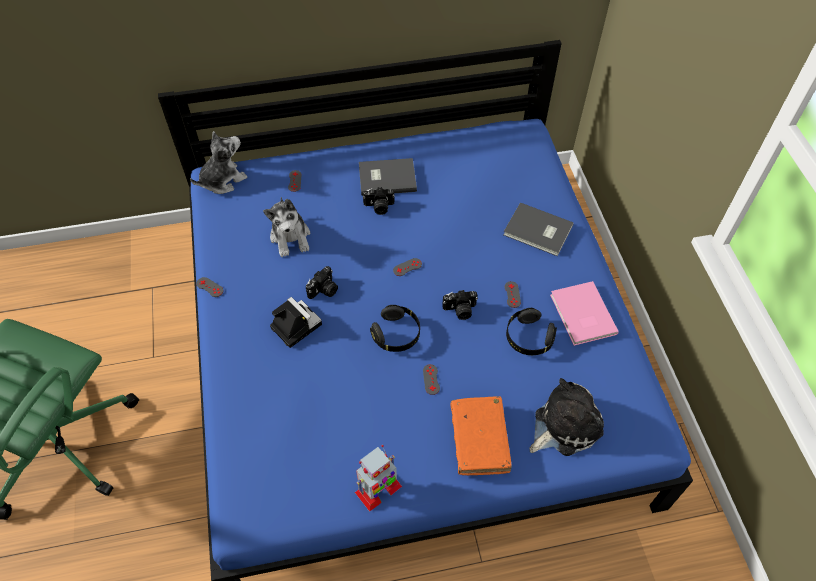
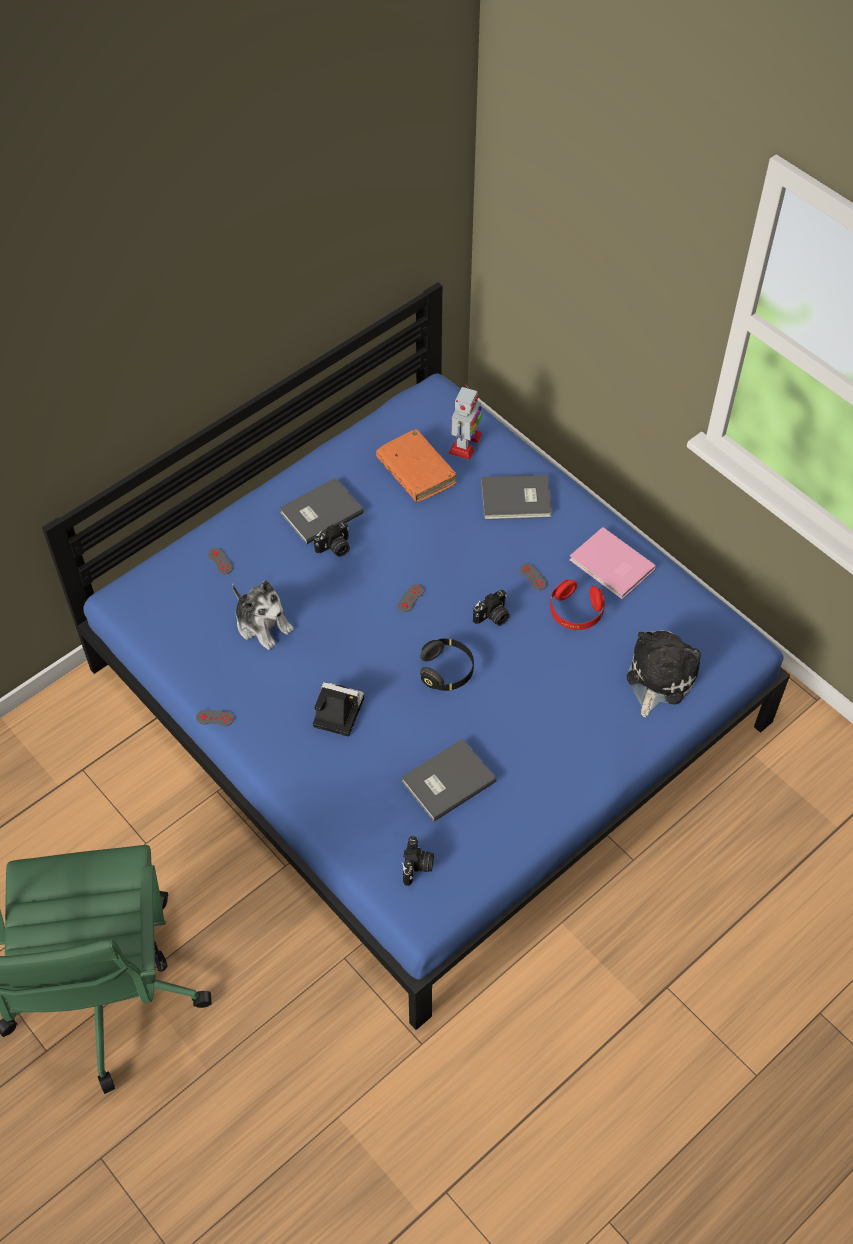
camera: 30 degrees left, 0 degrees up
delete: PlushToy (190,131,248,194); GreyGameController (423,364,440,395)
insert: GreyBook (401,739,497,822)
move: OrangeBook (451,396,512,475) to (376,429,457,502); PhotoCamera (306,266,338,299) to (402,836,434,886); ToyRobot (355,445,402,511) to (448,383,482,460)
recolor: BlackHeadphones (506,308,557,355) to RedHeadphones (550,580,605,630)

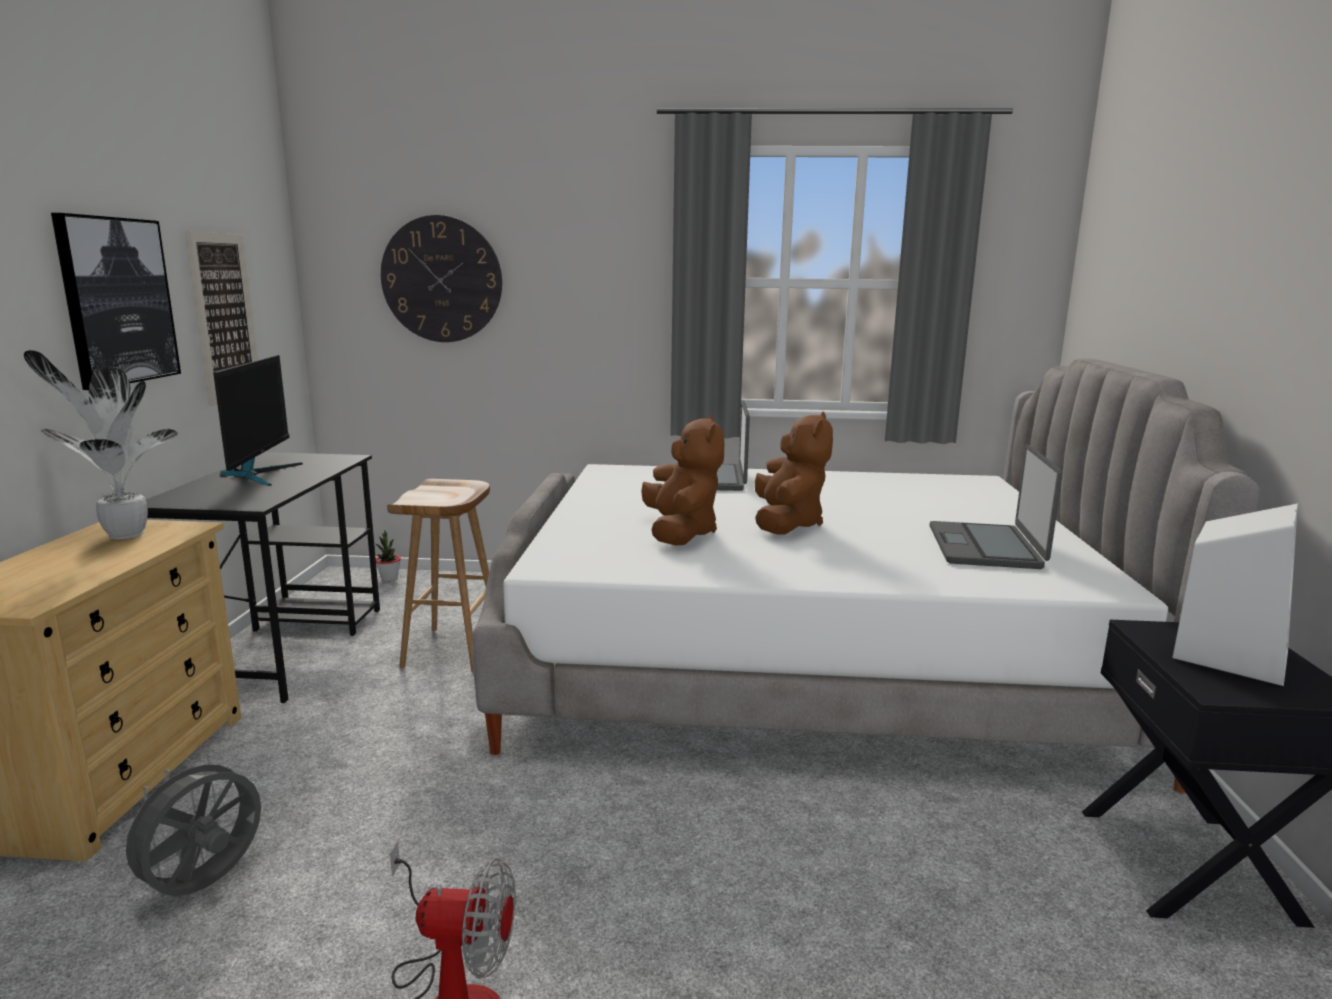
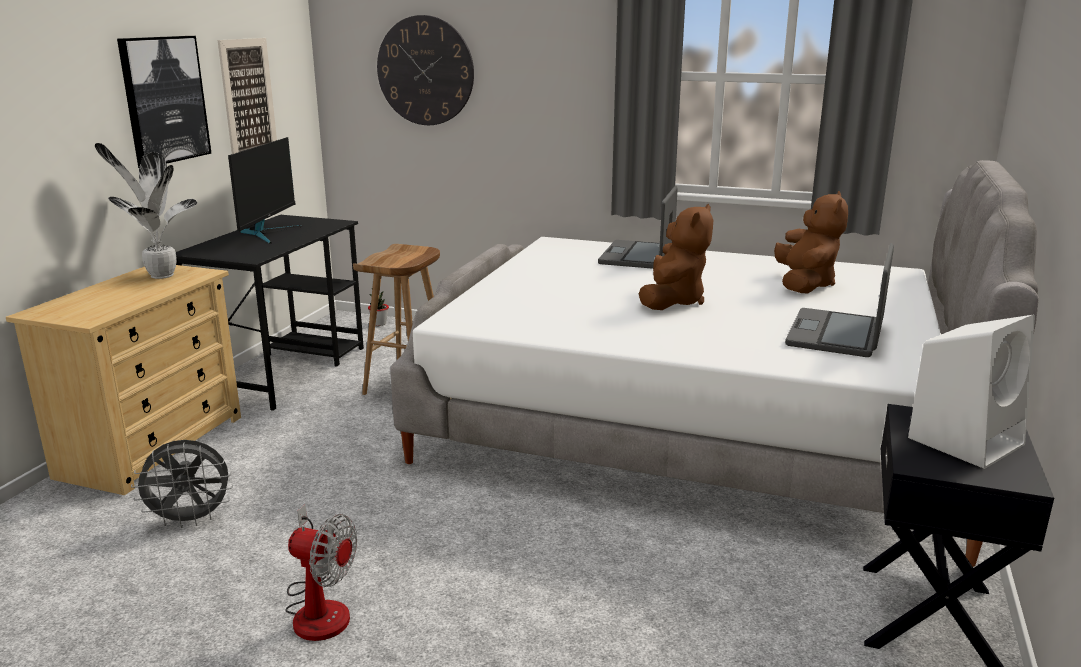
camera: 15 degrees right, 5 degrees up
move: BrownPlushToy (641,415,724,546) to (774,191,848,293)
rotate: GreyFan (113,755,261,896) = (131,440,233,528) 150 degrees counterclockwise

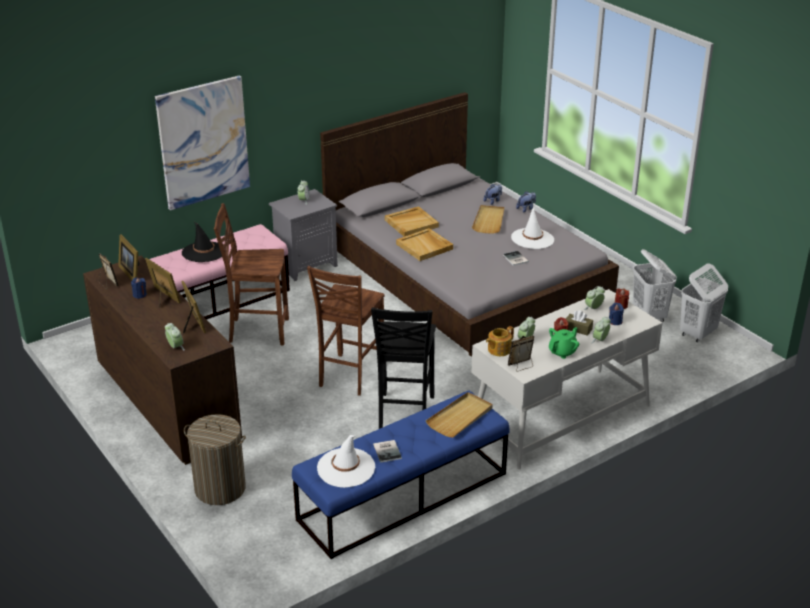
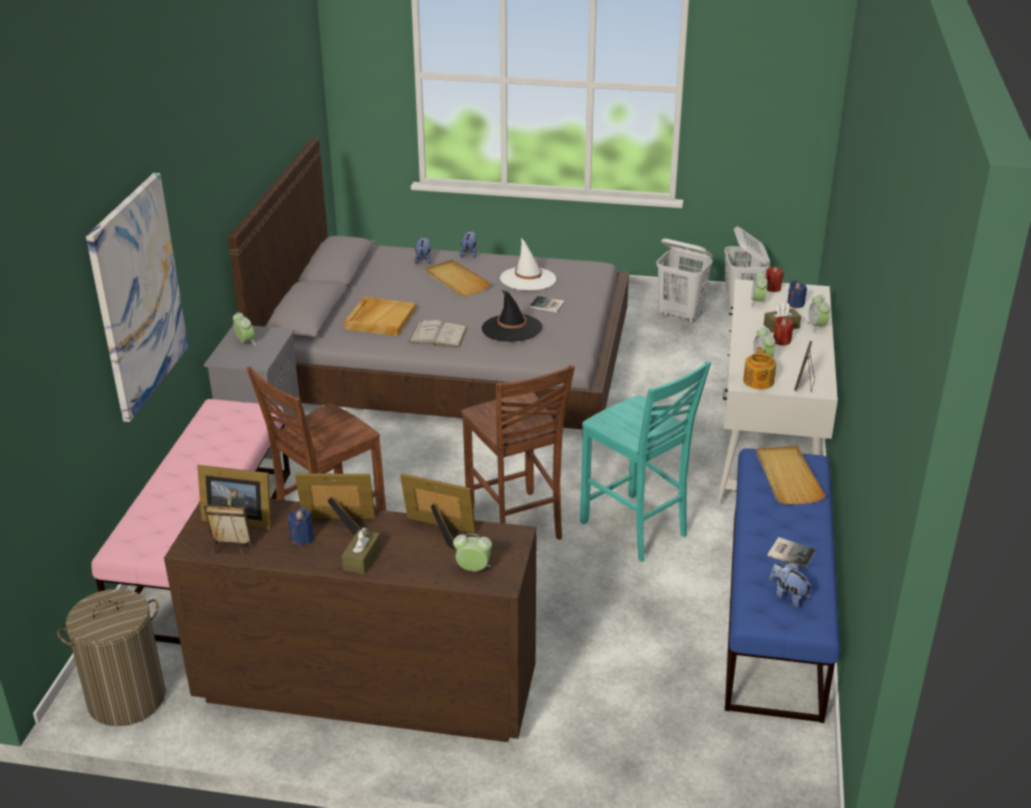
camera: 45 degrees left, 0 degrees up
delete: GreenTeapot (549,327,579,359)
insert: BrownTissueBox (342,527,381,574)
move: LaundryBasket (184,414,246,505) to (57,589,166,726); BlackHat (182,222,225,262) to (482,290,542,342)
replace: BeigeTray (396,228,453,261) to WhiteBook (408,320,468,348); WhiteHat (317,435,375,488) to PlushToy (770,563,812,608)
recolor: BlackChair (371,307,436,429) to TurquoiseChair (580,360,711,562)

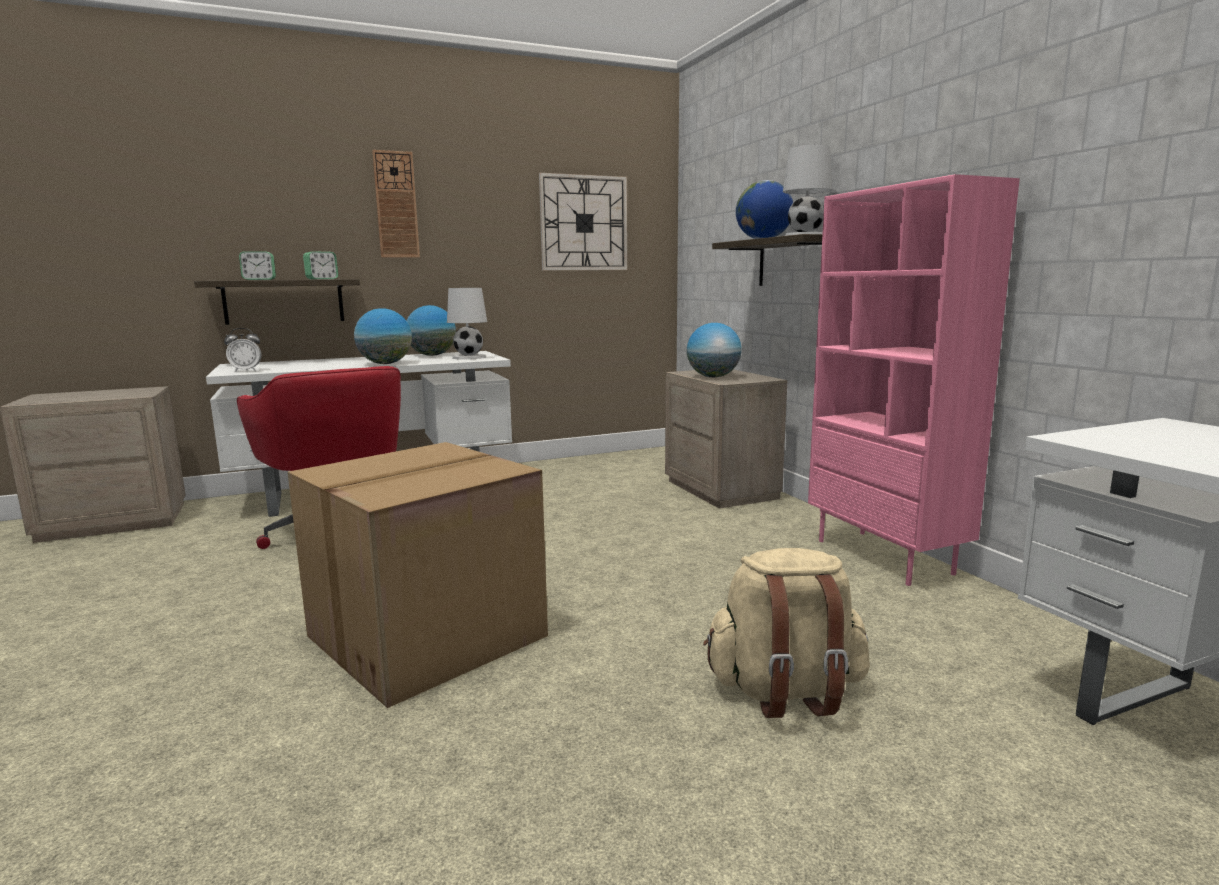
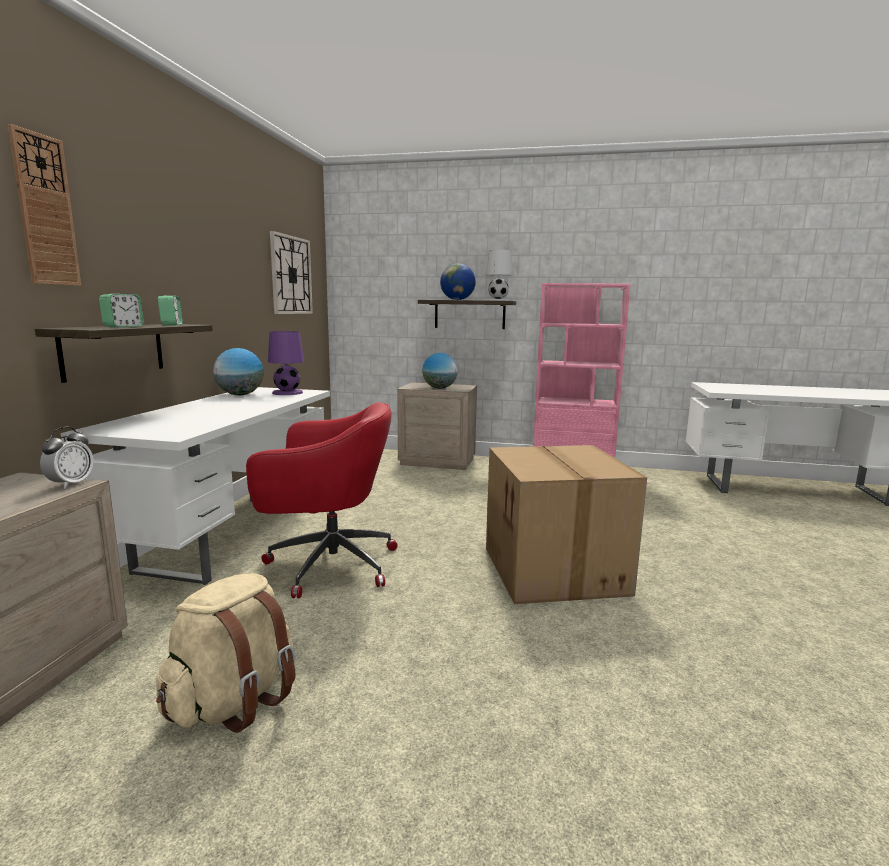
camera: 55 degrees left, 0 degrees up
delete: Globe (354,308,412,364)
move: WallClock (372,150,420,257) to (8,124,81,286); AlarmClock (224,328,261,372) to (40,427,94,489); BeigeBackpack (703,548,870,718) to (156,573,296,733)
recolor: WhiteTableLamp (447,288,487,360) to PurpleTableLamp (268,331,304,395)

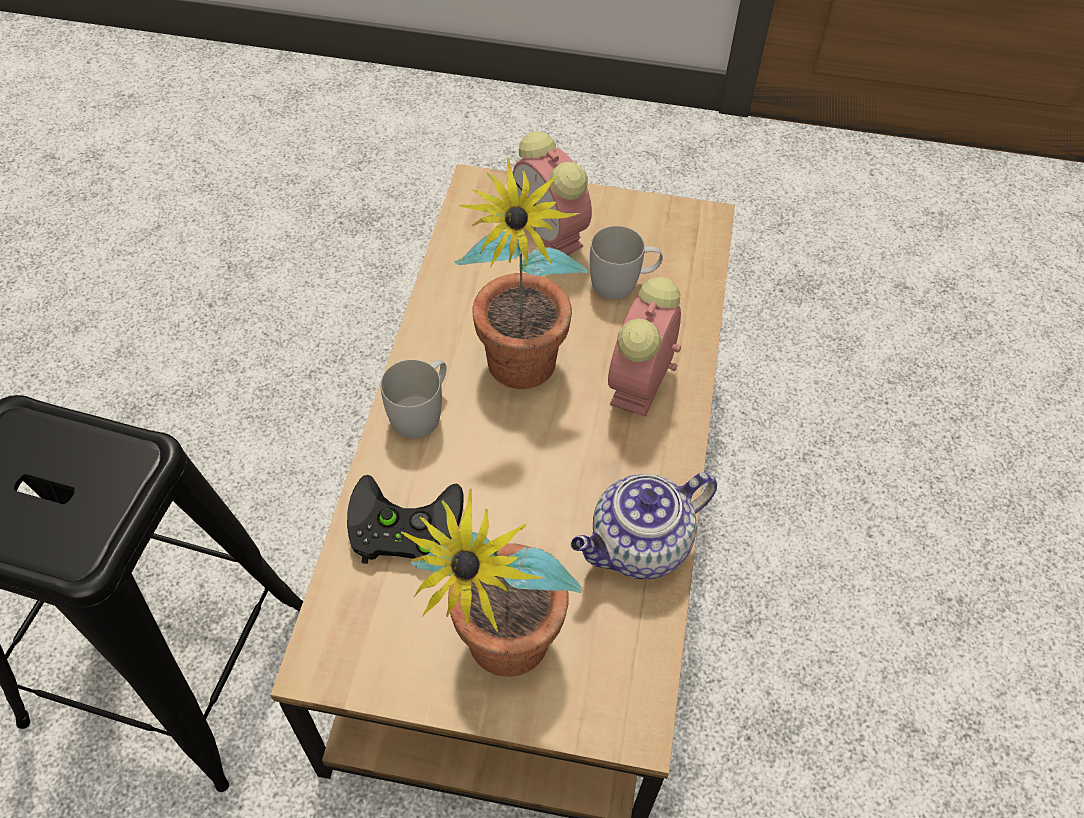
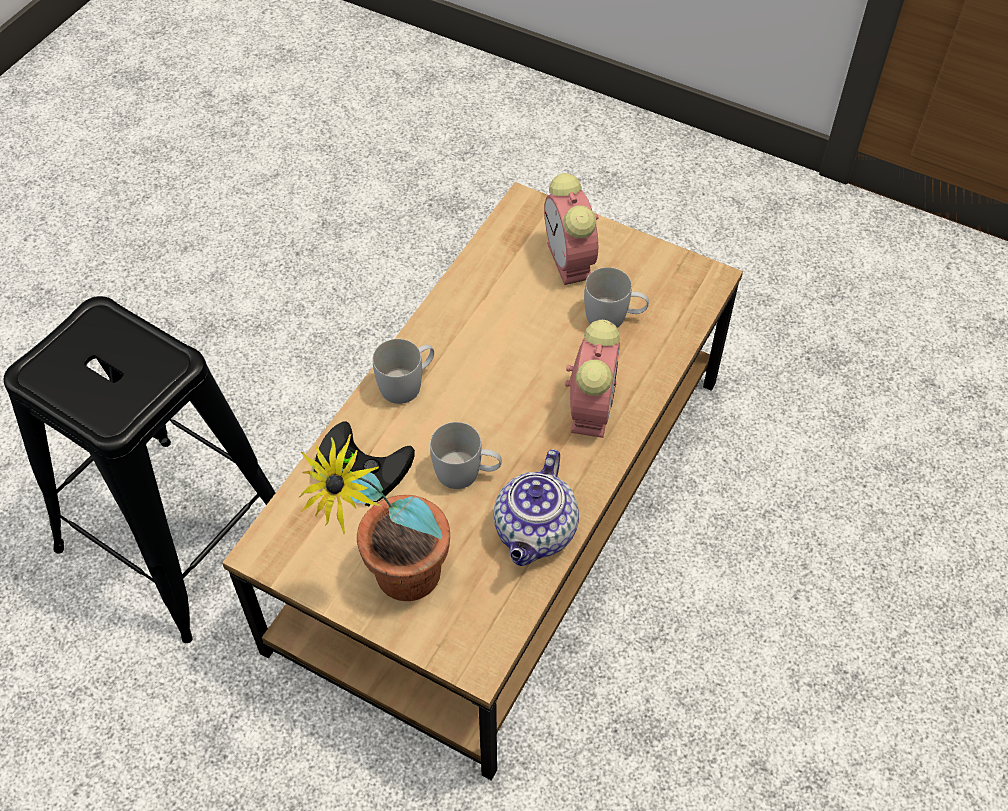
camera: 20 degrees right, 0 degrees up
delete: PottedPlant (455,158,588,389)
insert: WhiteMug (430,422,502,489)
rotate: Teapot (571,472,717,579) = (494,449,579,566) 60 degrees counterclockwise; AlarmClock (608,276,681,417) = (565,320,620,438) 150 degrees clockwise

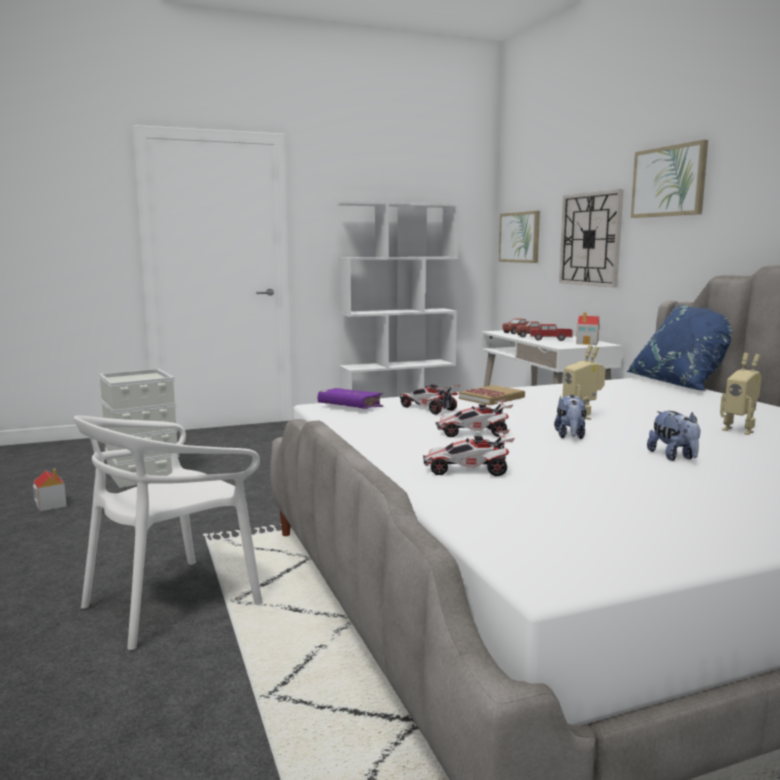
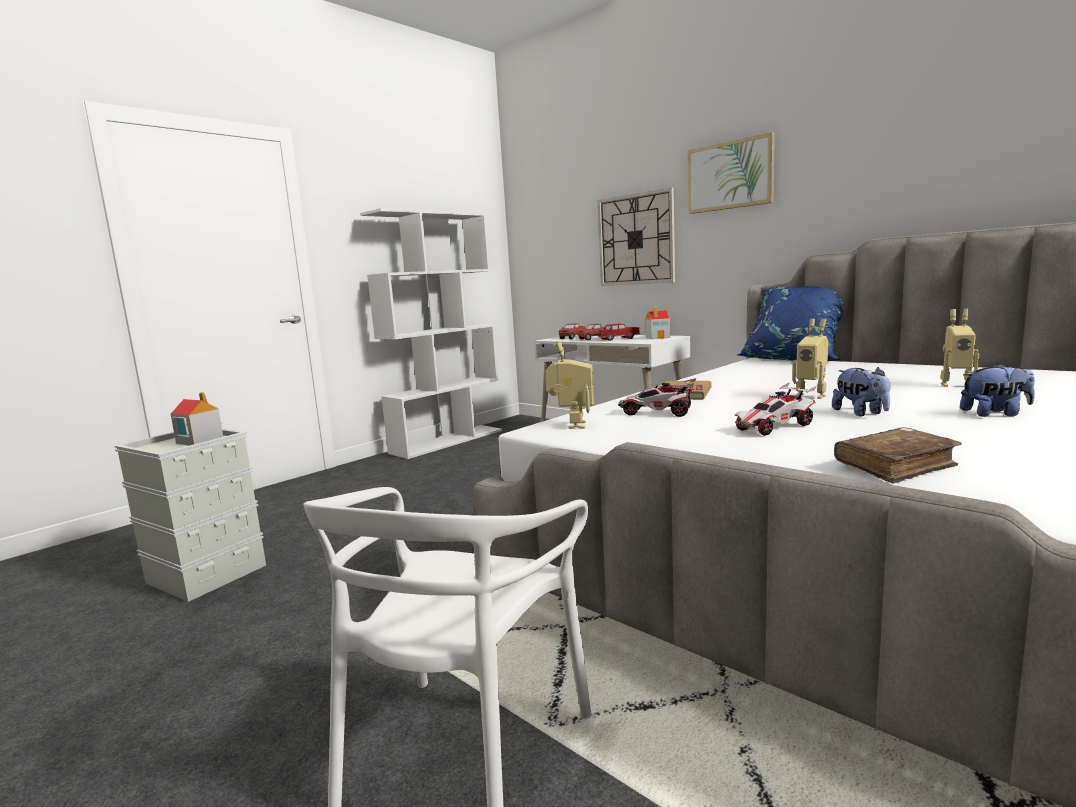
camera: 25 degrees left, 0 degrees up
delete: Picture (499,211,540,263)
move: ToyHouse (33,468,67,511) to (171,392,223,446)
replace: PurpleBook (317,388,383,409) to ToyRobot (546,341,594,429); ToyCar (423,430,515,476) to BrownBook (834,428,962,484)
rotate: PlushToy (647,411,700,461) = (960,363,1035,417) 45 degrees counterclockwise

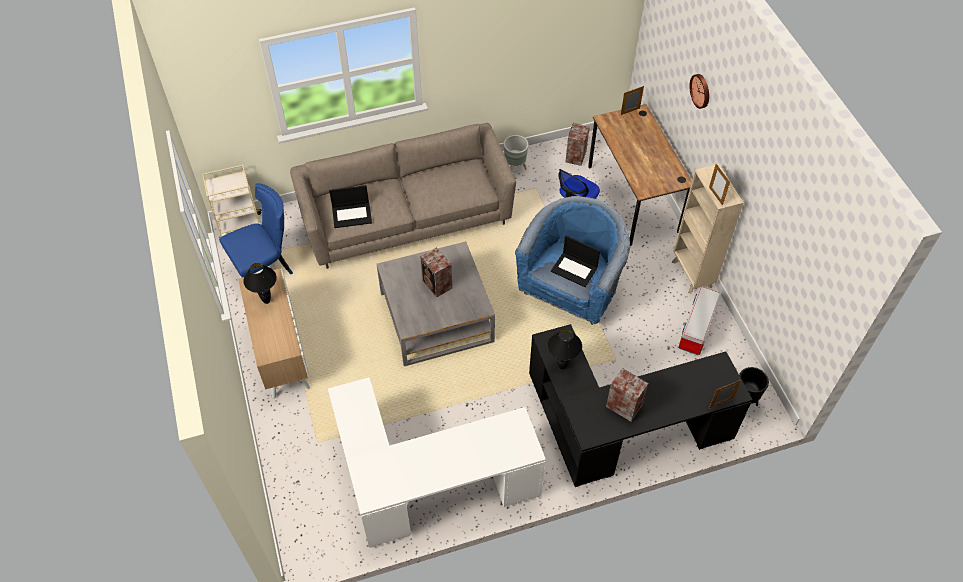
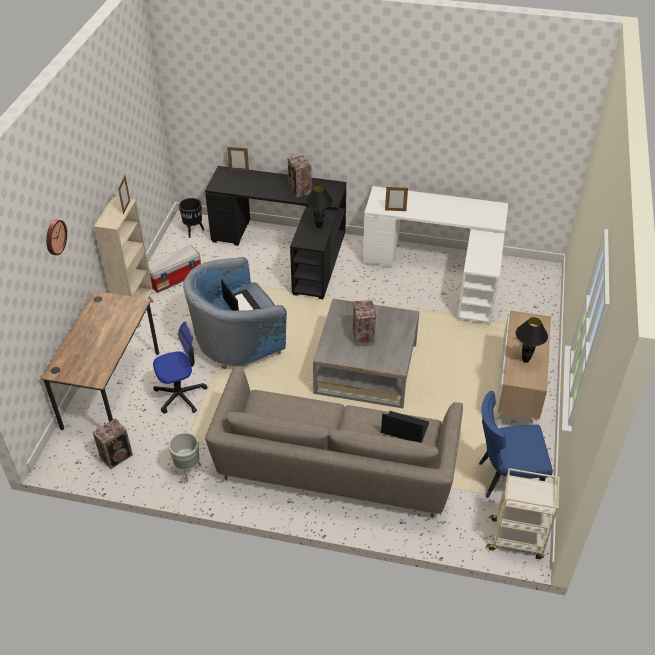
camera: 150 degrees left, 10 degrees down
move: PictureFrame (621,86,644,115) to (385,187,408,211)

